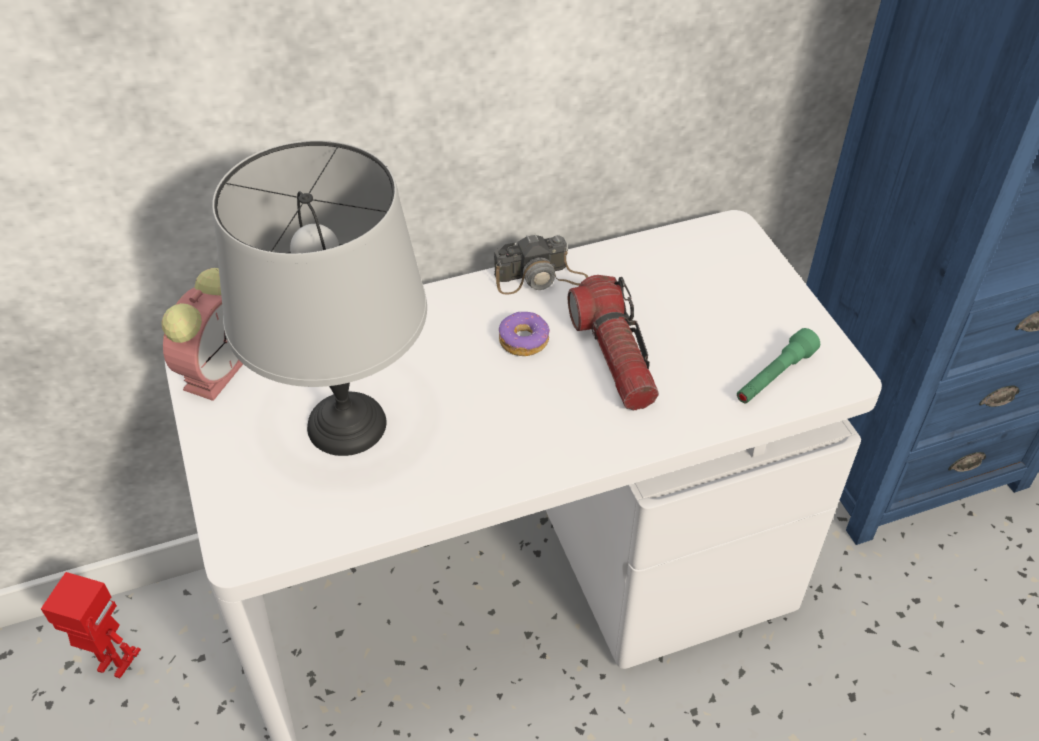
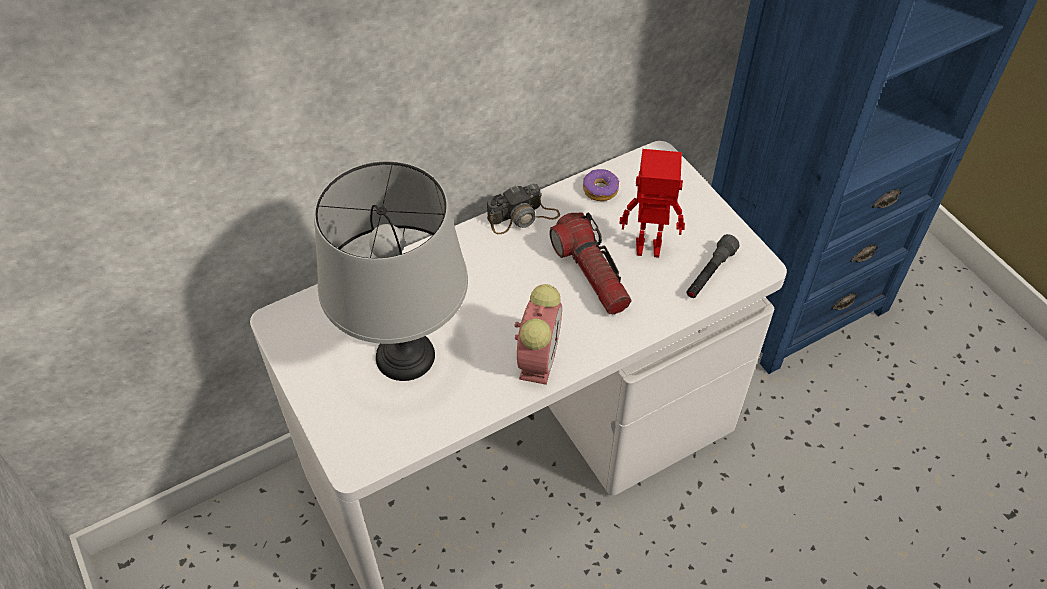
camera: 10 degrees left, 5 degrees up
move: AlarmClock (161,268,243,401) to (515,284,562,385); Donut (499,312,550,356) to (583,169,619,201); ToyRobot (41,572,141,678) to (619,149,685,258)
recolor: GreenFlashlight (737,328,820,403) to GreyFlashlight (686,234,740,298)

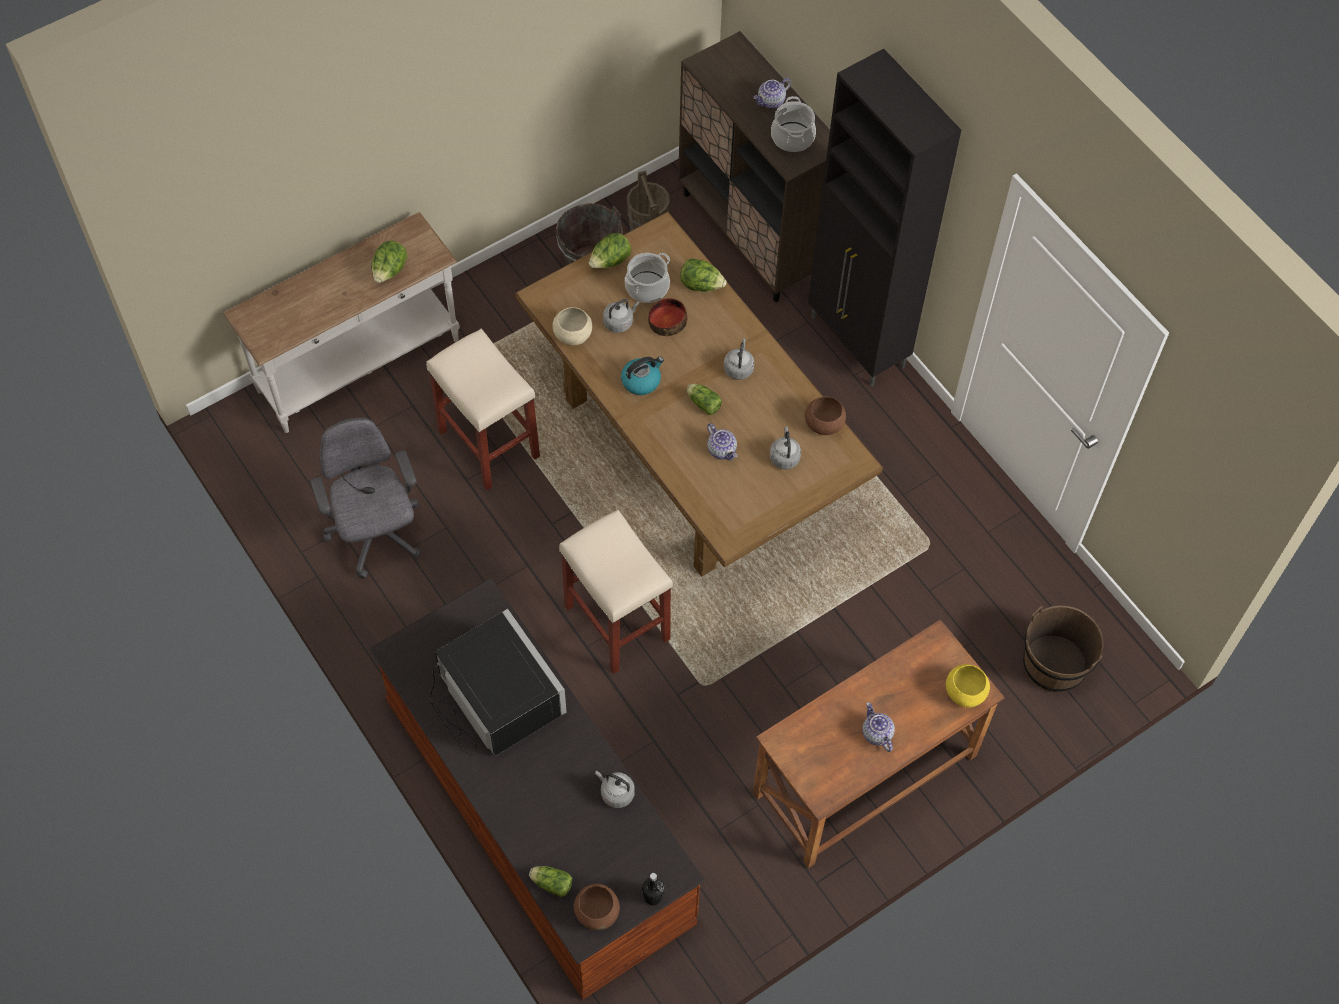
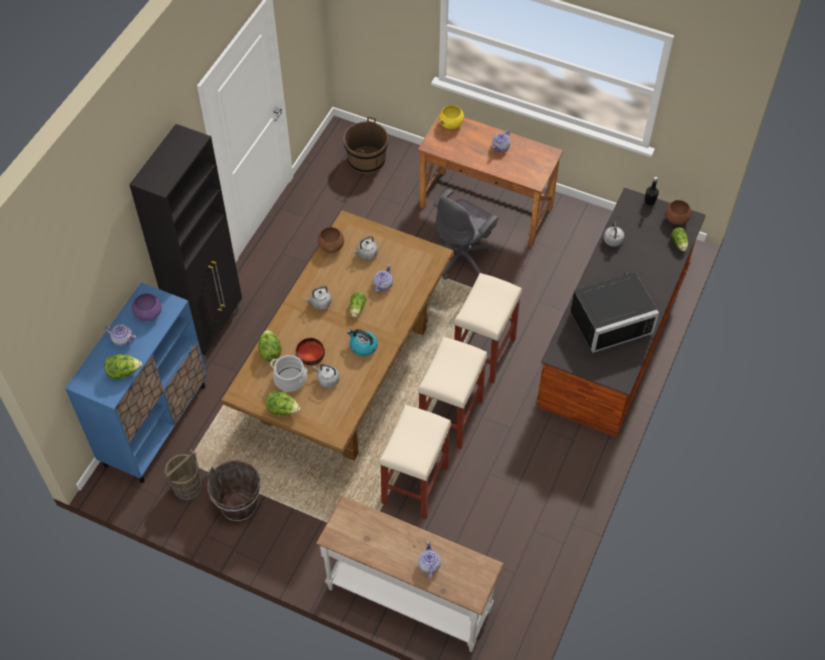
camera: 120 degrees left, 5 degrees down
delete: BeigeBowl (552,307,592,345)
insert: BeigeStool (418,337,487,449); Teapot (418,541,441,579)
move: Lettuce (372,240,407,283) to (105,354,142,379); GreyOfficeChair (310,418,421,579) to (434,188,499,280)
replace: CookingPot (771,96,816,152) to PurpleBowl (132,293,162,321)
recolor: BrownCabinet (678,31,830,302) to BlueCabinet (65,282,207,483)
rotate: BlackMicrowave (430,609,567,756) = (570,272,659,353) 135 degrees counterclockwise

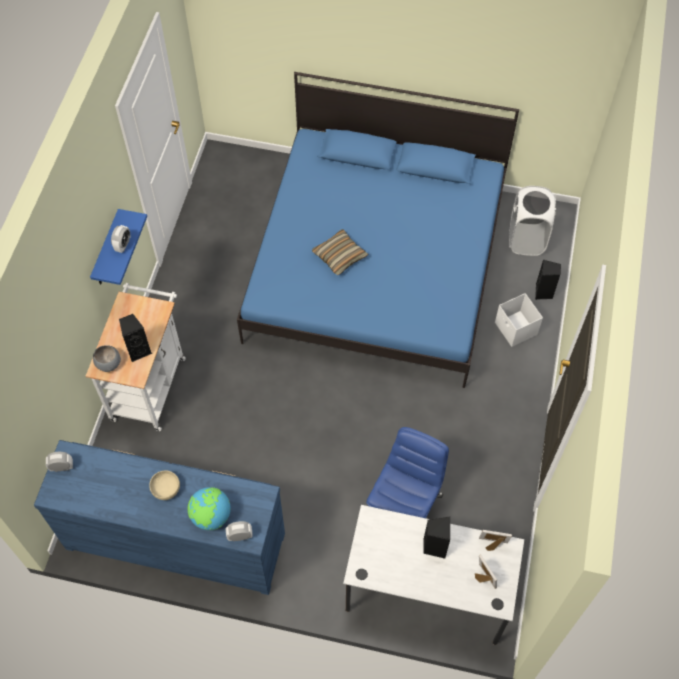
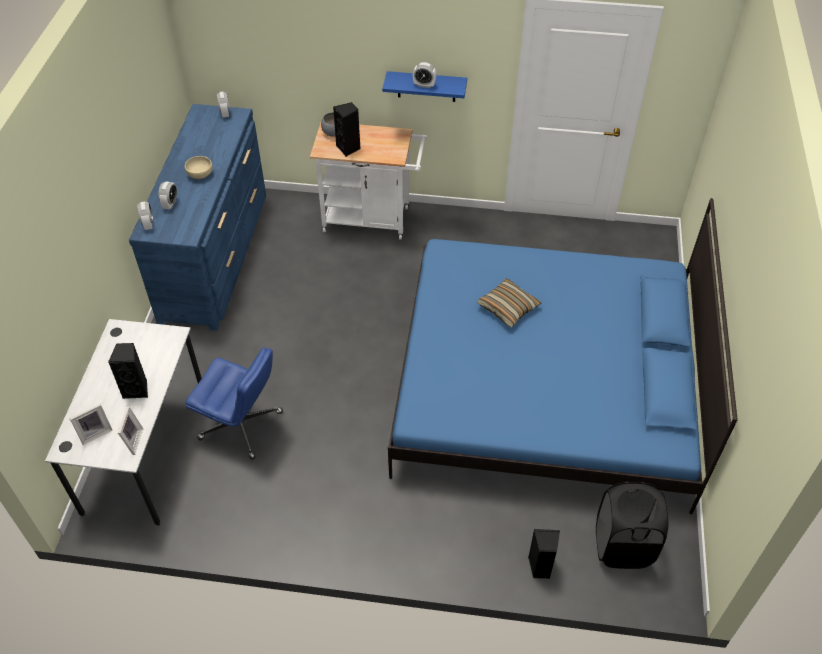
camera: 85 degrees right, 10 degrees down
delete: WhiteStorageBox (495,293,543,347)
replace: Globe (188,487,231,530) to AlarmClock (158,181,177,209)
recolor: WhiteLaundryBasket (509,186,556,256) to BlackLaundryBasket (596,482,669,569)

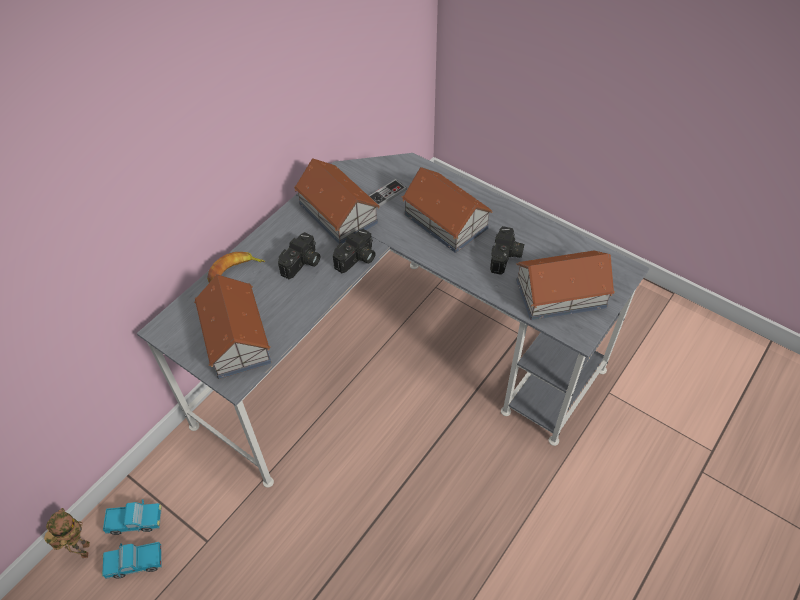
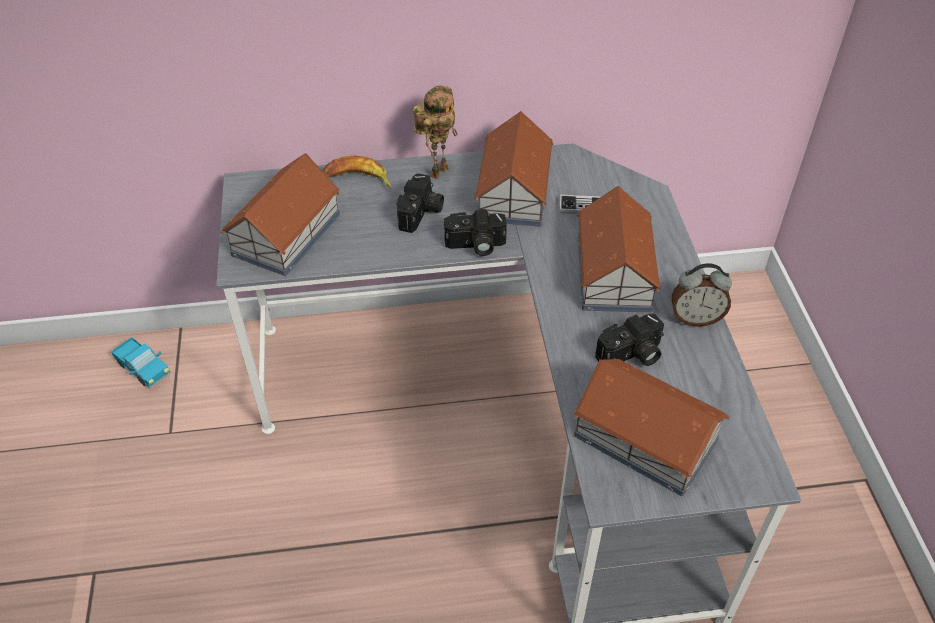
camera: 45 degrees right, 5 degrees down
delete: ToyTruck (102,542,162,579)
insert: AlarmClock (672,263,732,327)
move: ToyRobot (44,508,90,558) to (413,86,458,179)
rotate: PhotoCamera (278,232,320,279) = (396,173,444,233) 60 degrees counterclockwise

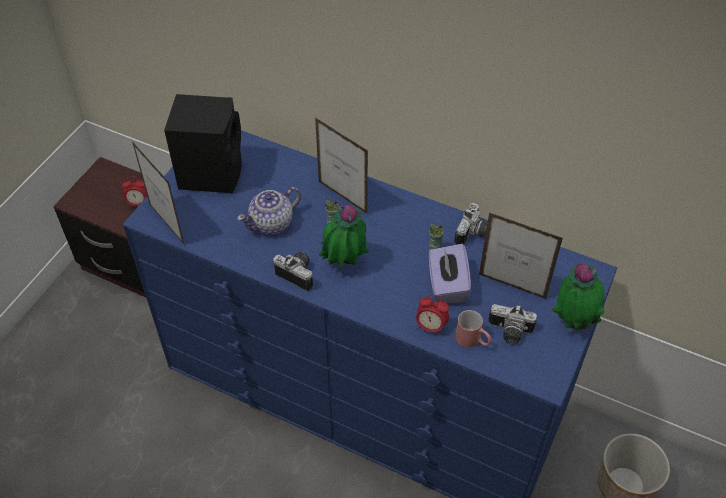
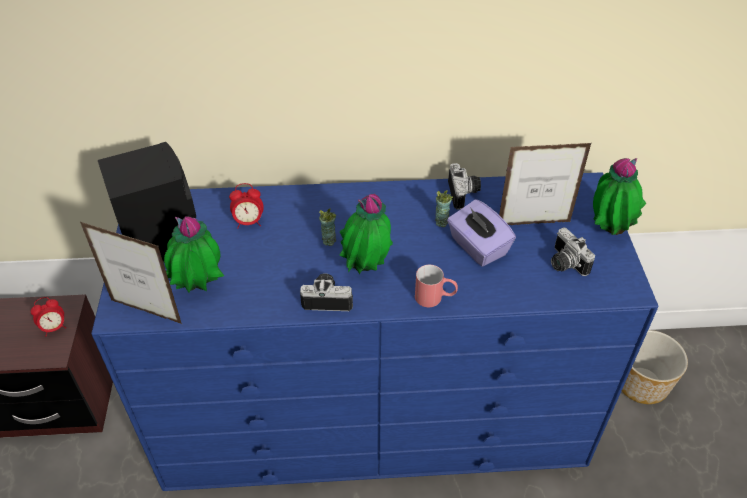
camera: 30 degrees left, 5 degrees down
delete: Teapot (237,187,301,235); PictureFrame (315,117,368,214)
insert: PottedPlant (164,216,224,293)
move: AlarmClock (416,295,449,336) to (229,183,264,228); RedMug (455,310,492,348) to (415,265,458,307)
rotate: PhotoCamera (489,304,537,344) = (551,228,595,276) 75 degrees clockwise

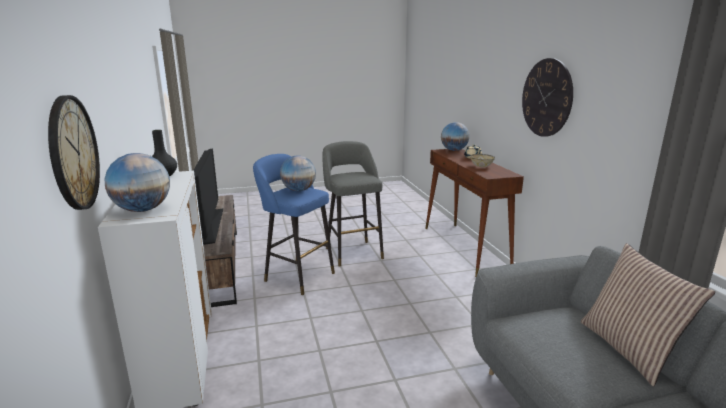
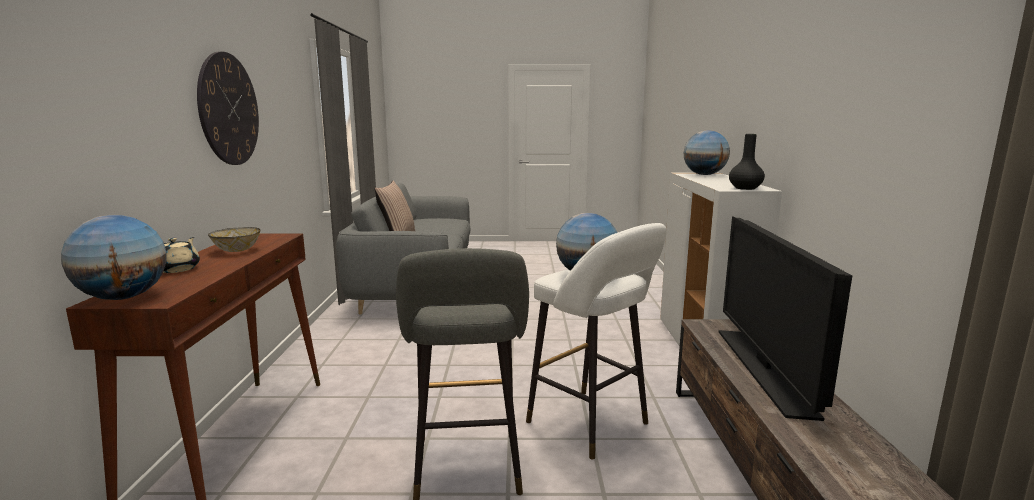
camera: 165 degrees left, 5 degrees down
delete: WallClock (48,95,100,210)
recolor: BlueStool (253,154,335,295) to WhiteStool (526,223,667,460)

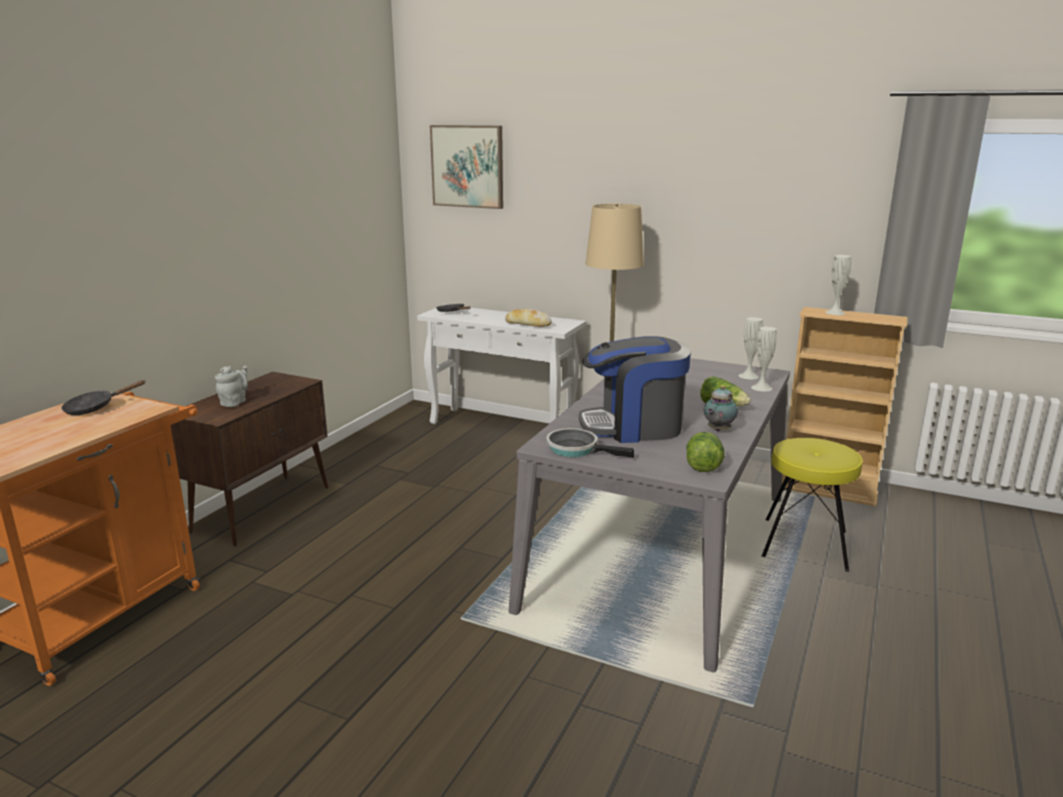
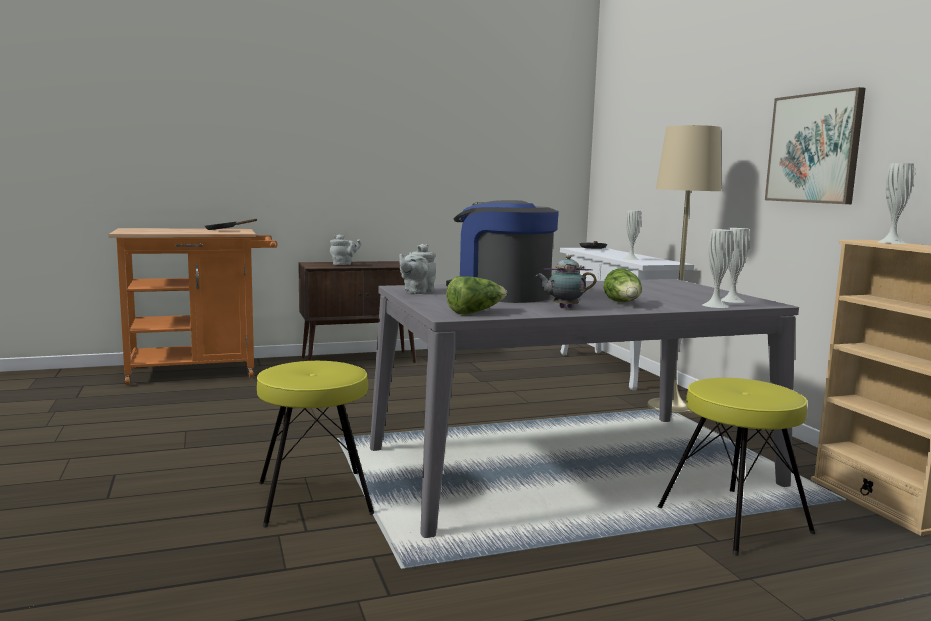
camera: 45 degrees right, 10 degrees down
insert: YellowStool (257,361,374,527)
move: Picture (430,125,503,209) to (765,87,866,204)
replace: FryingPan (546,428,634,458) to GreyTeapot (399,244,436,294); Bread (505,309,552,327) to WhiteVase (623,210,641,260)

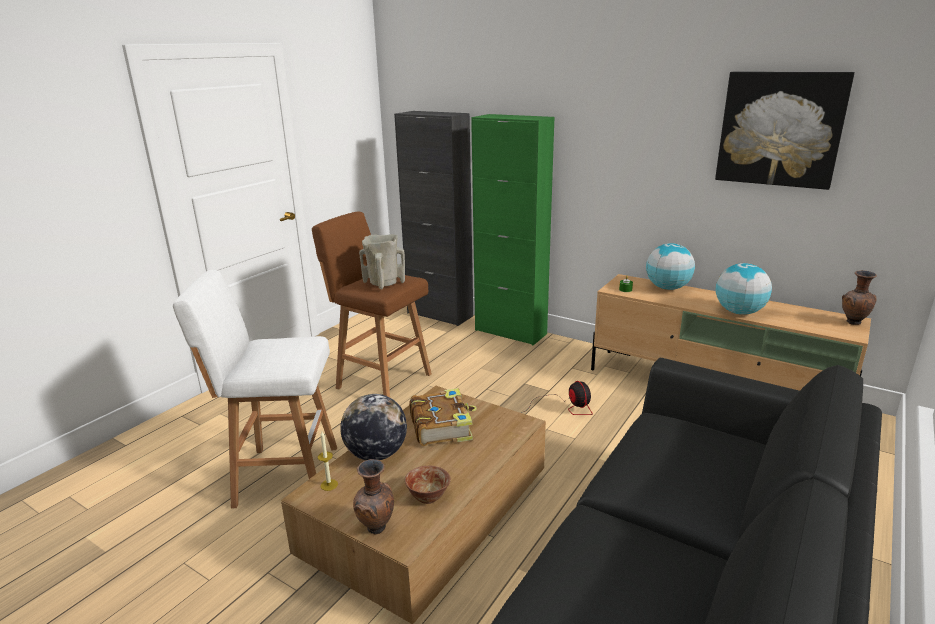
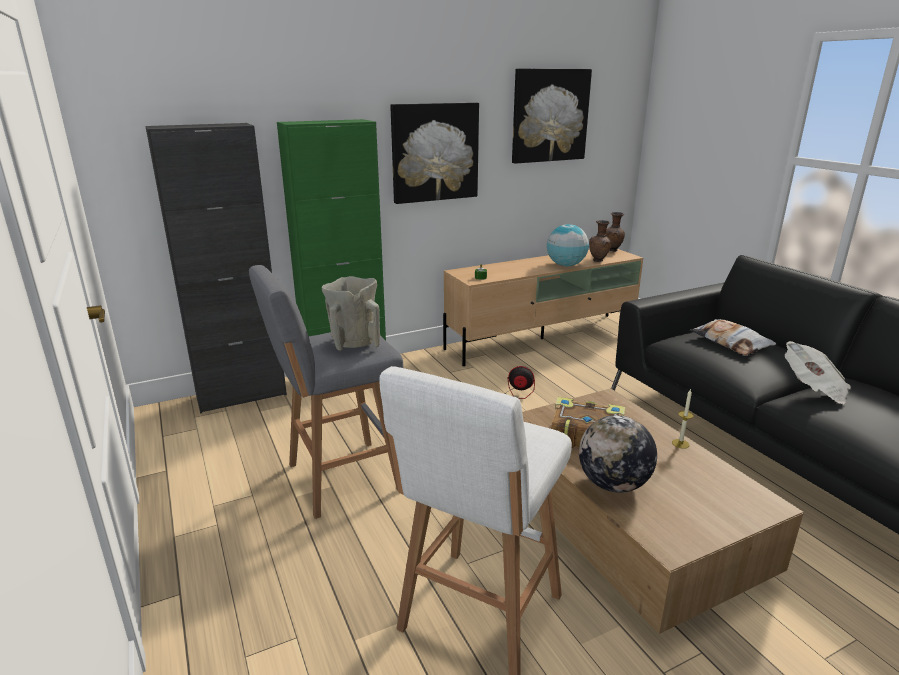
camera: 60 degrees left, 0 degrees up
delete: Bowl (405,466,451,504); Globe (646,243,695,290)
insert: Picture (390,102,479,204); Pillow (690,319,777,356); Newspaper (785,341,851,404)
move: BrownVase (353,459,394,535) to (589,220,612,262); Candle (318,432,338,491) to (672,389,693,449)
recolor: BrownStool (312,212,432,397) to GreyStool (249,265,404,519)

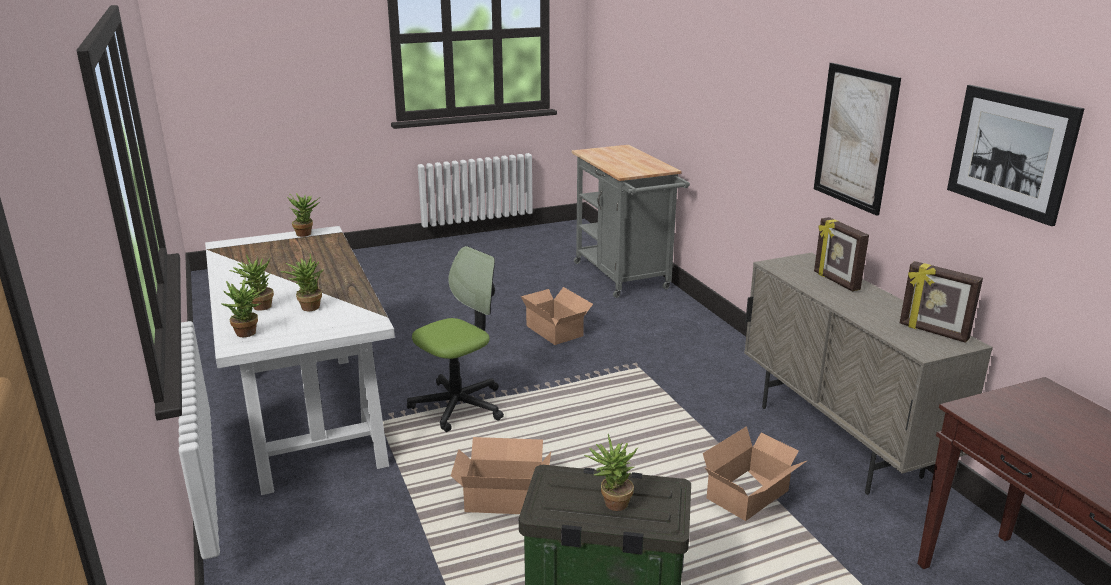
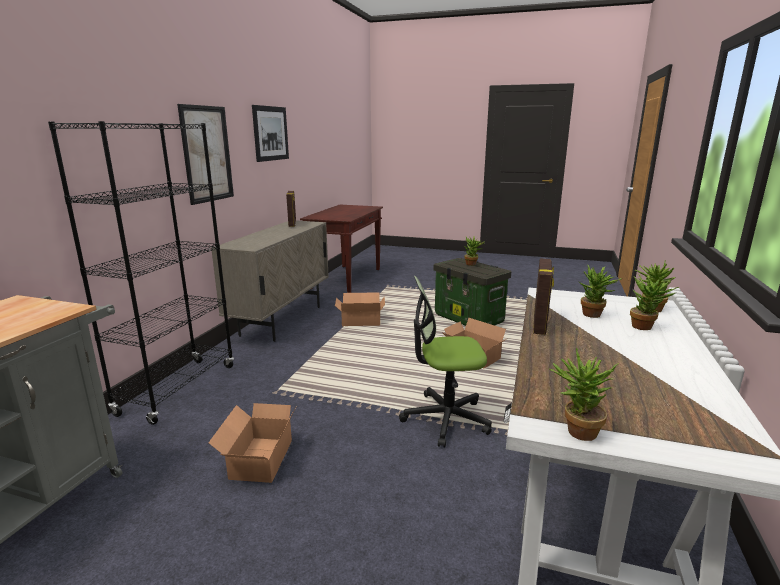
camera: 140 degrees left, 5 degrees down
insert: BlackBookcase (48,121,234,425)
move: PictureFrame (814,217,869,291) to (533,258,554,335)

